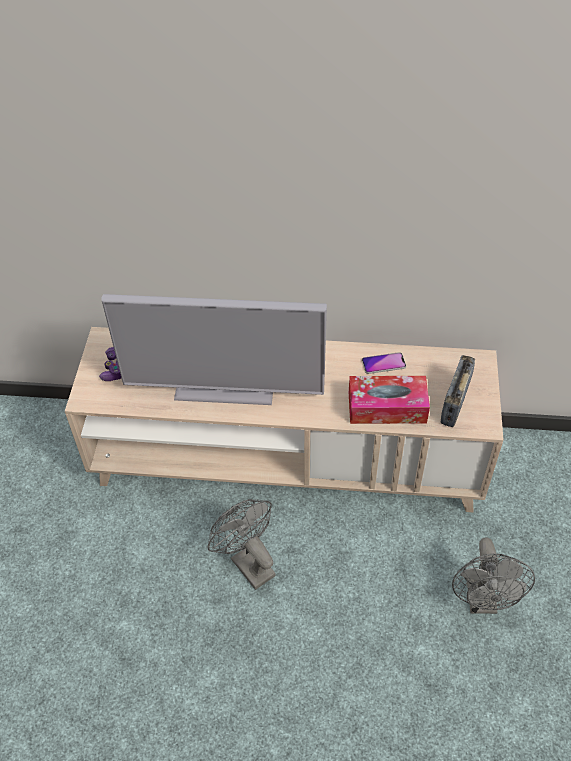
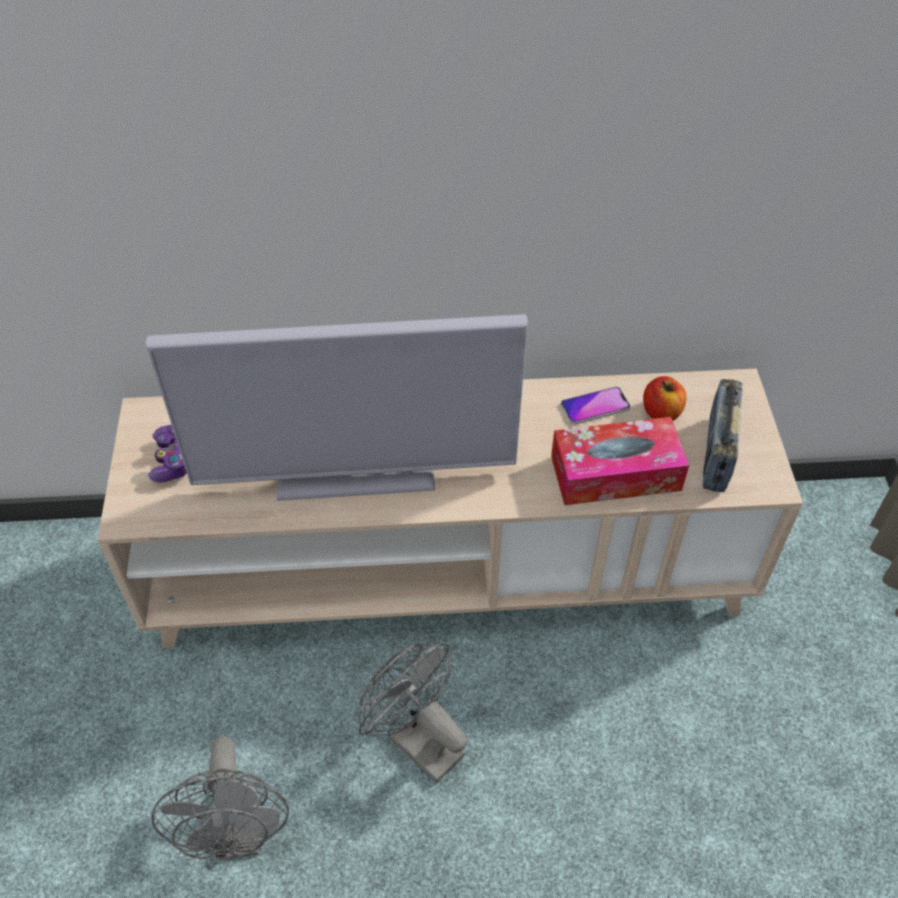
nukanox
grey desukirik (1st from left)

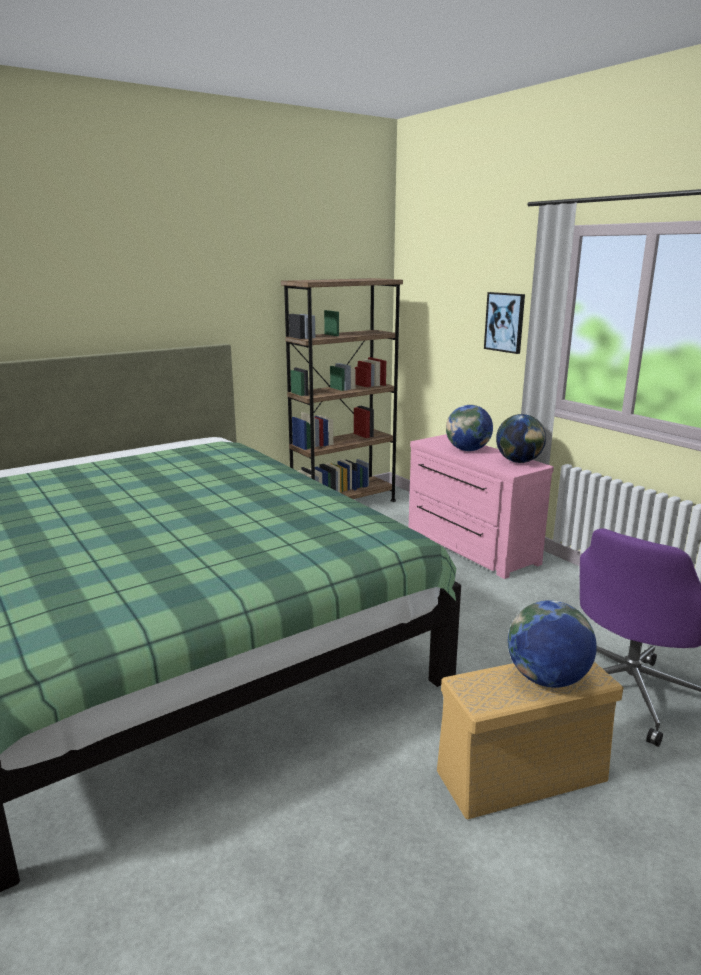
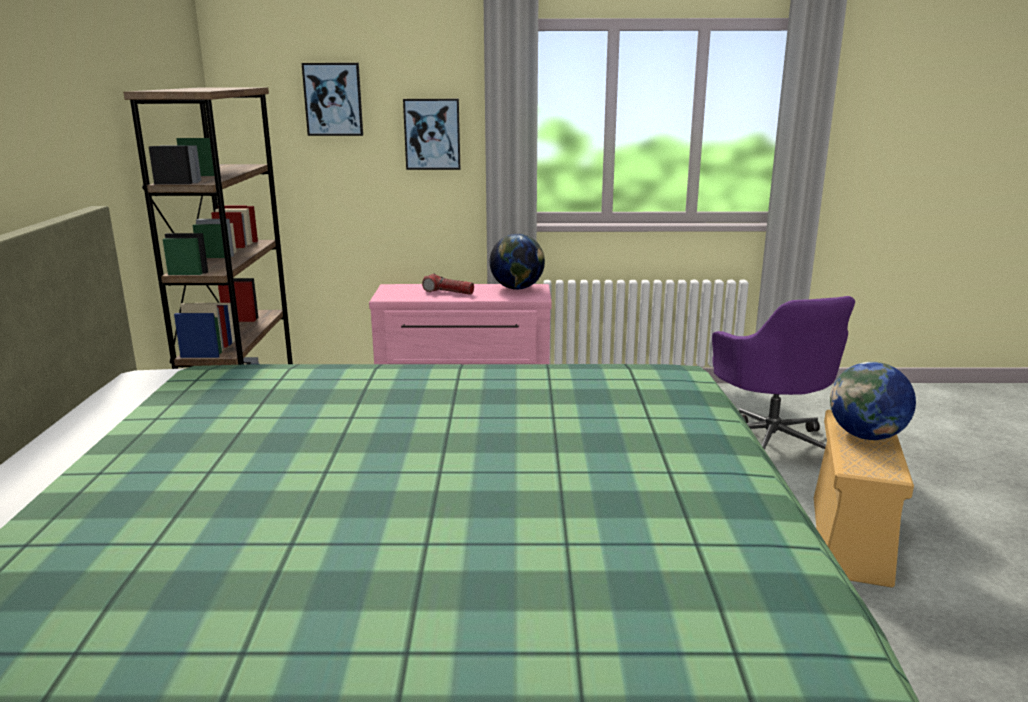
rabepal (1st from left)
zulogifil

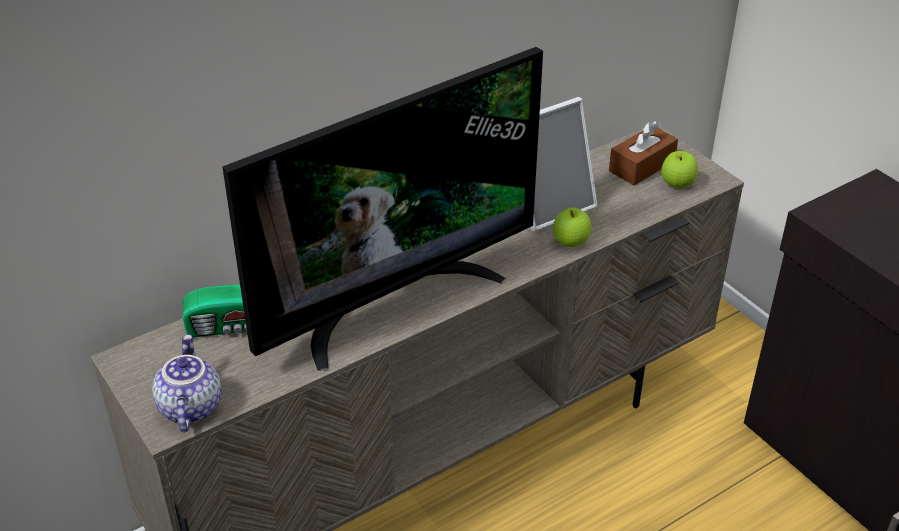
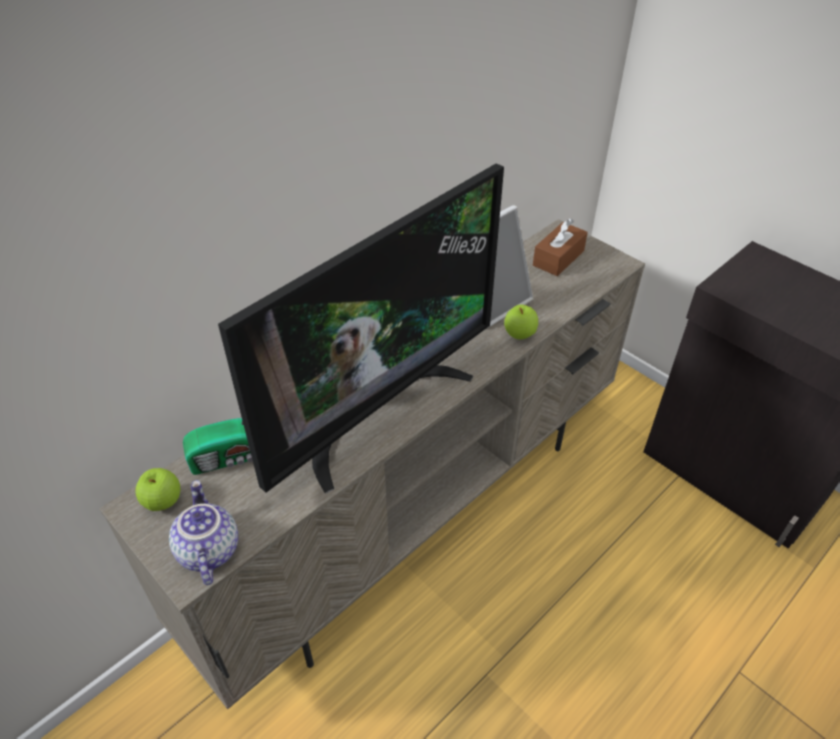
nukanox (1st from left)

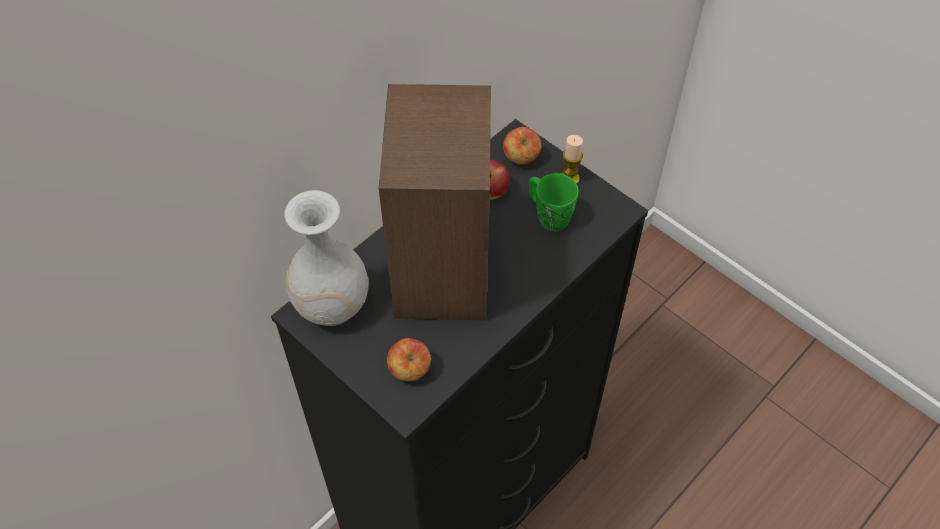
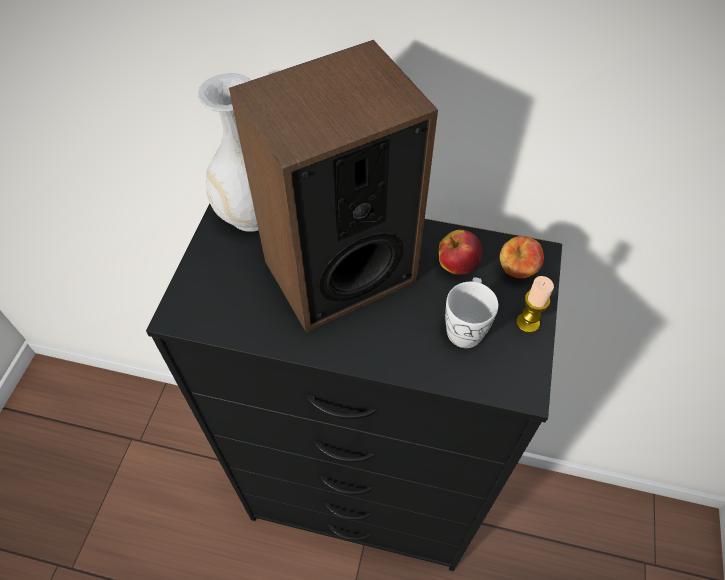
nukanox (1st from left in the first image)
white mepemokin

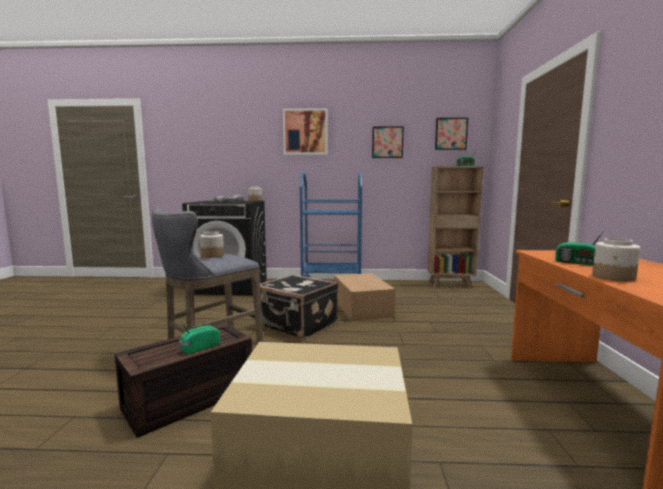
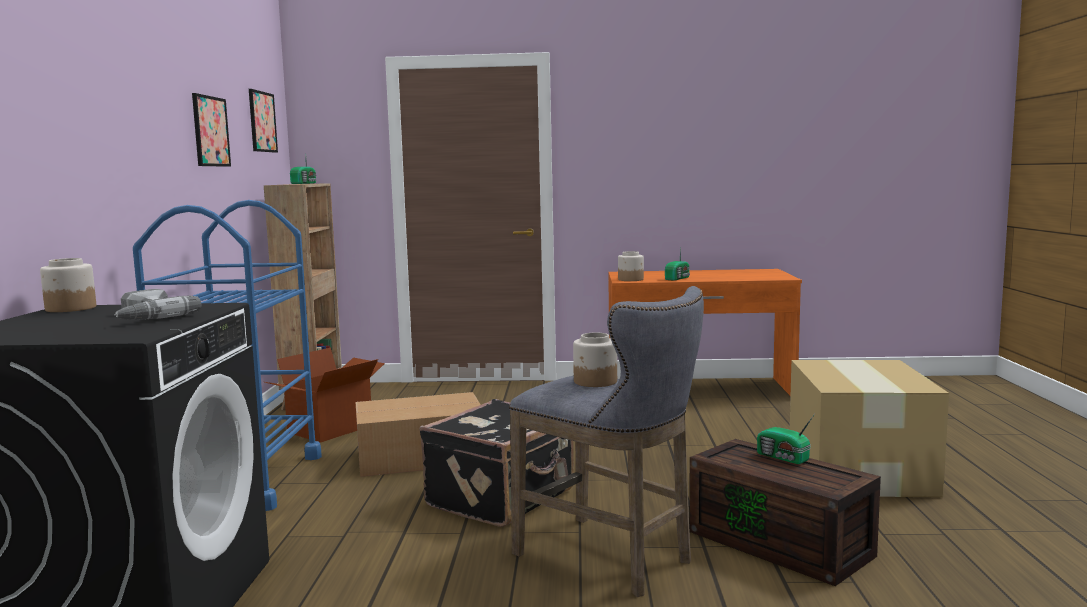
rabepal (1st from left in the first image)
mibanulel (1st from left)
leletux (3rd from left)

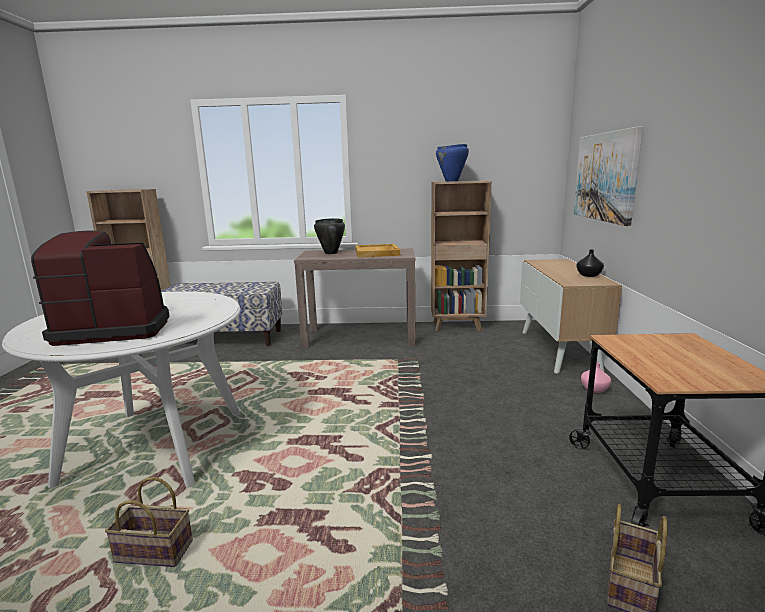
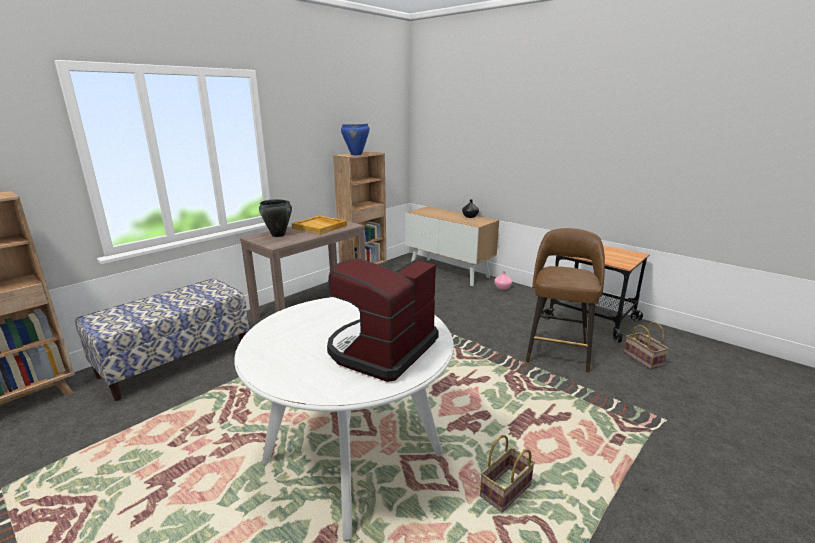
rabepal
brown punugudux

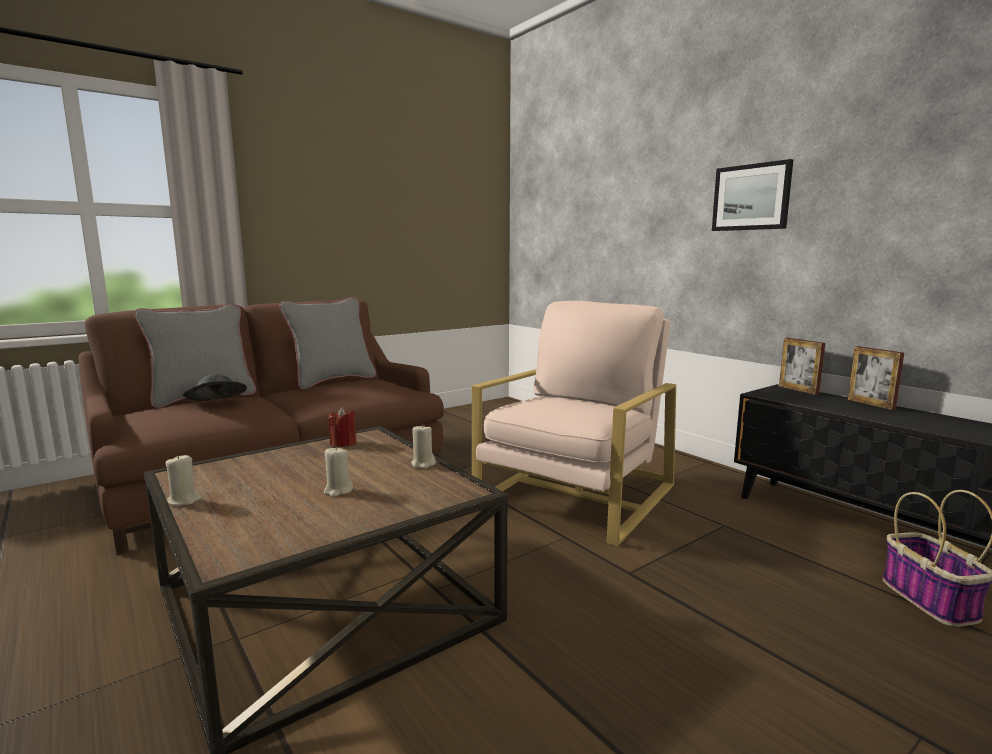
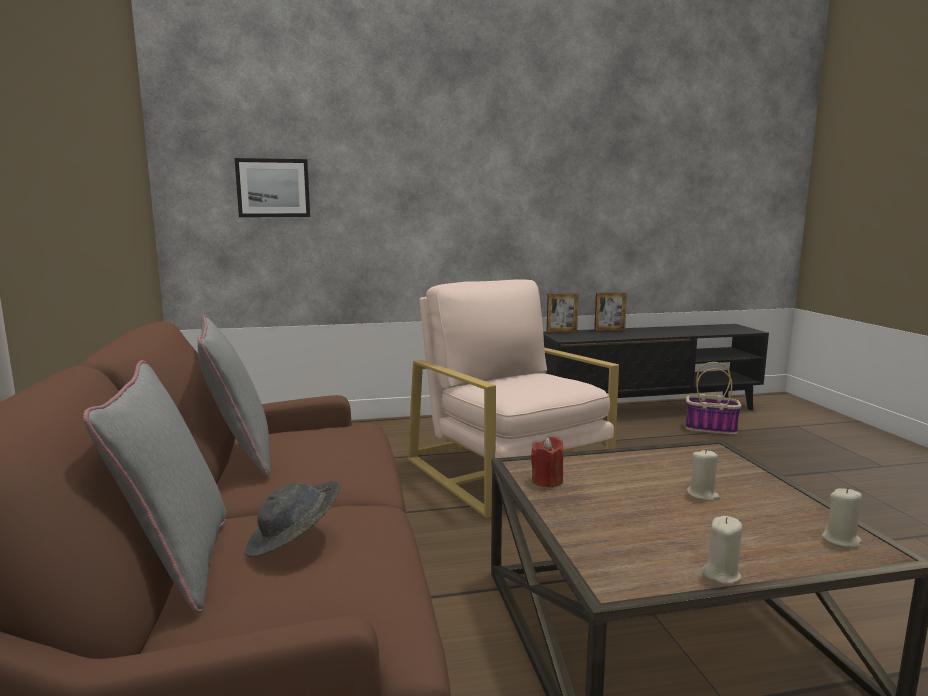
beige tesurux (3rd from left)
rabepal

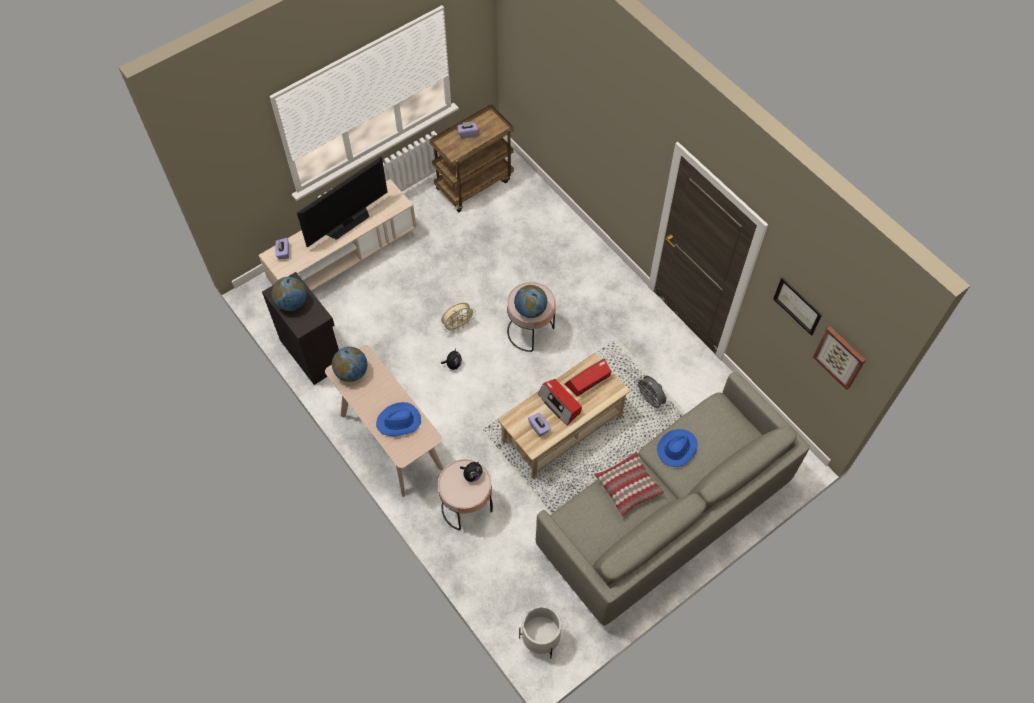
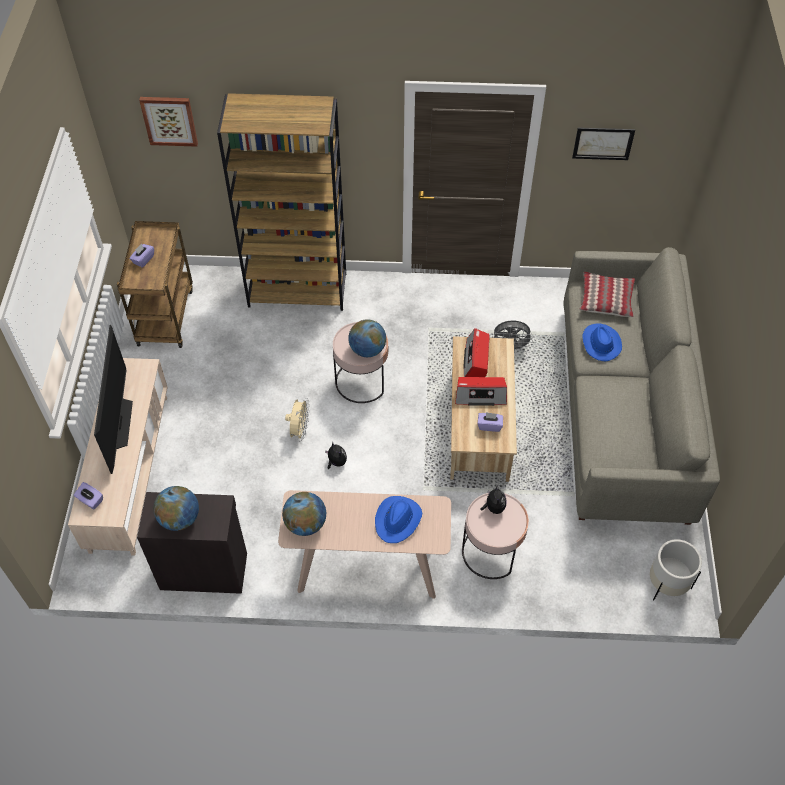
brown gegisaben
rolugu
rabepal (1st from left)

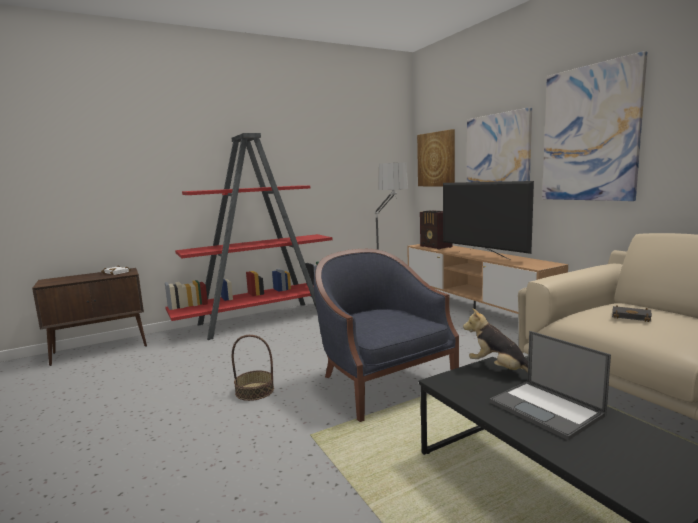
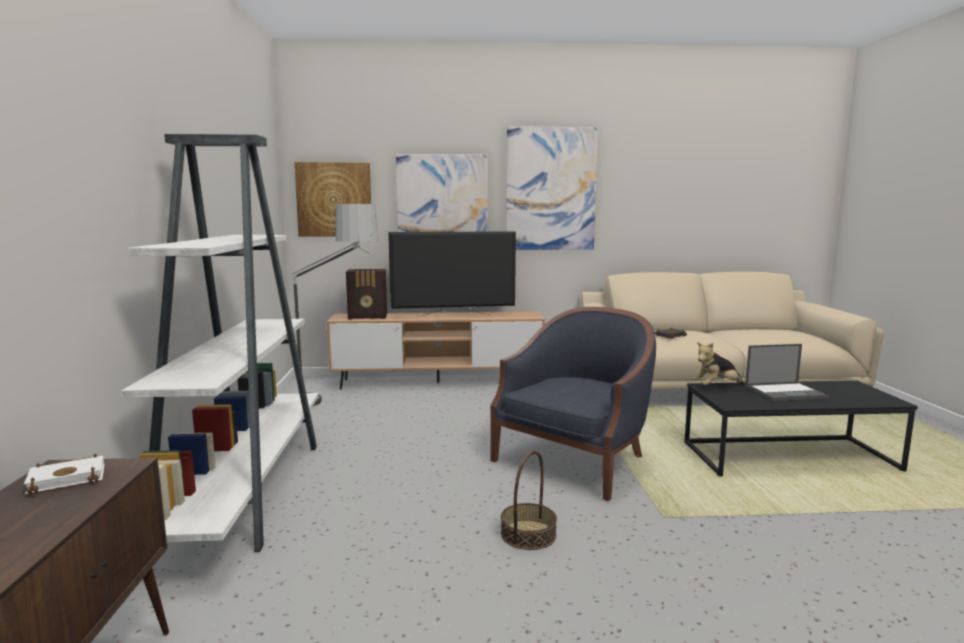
white gegisaben
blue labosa

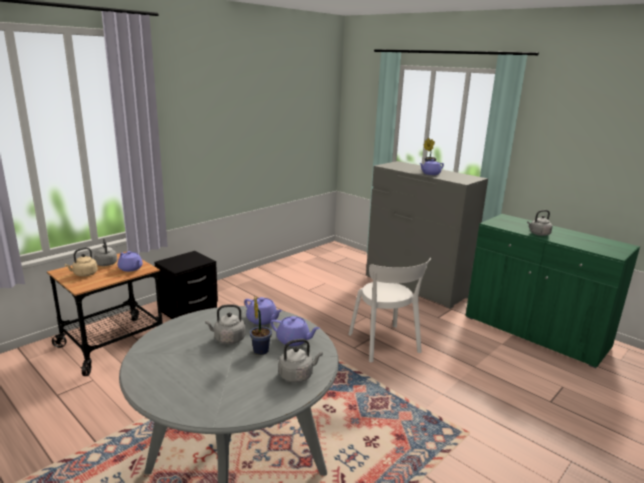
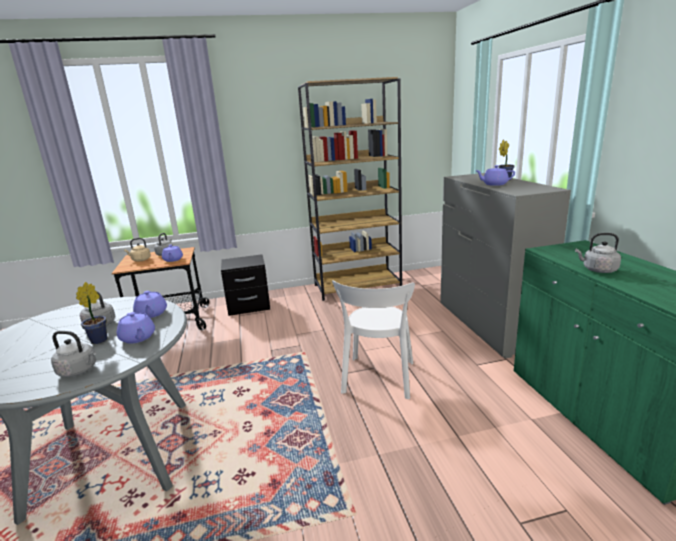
brown gegisaben

